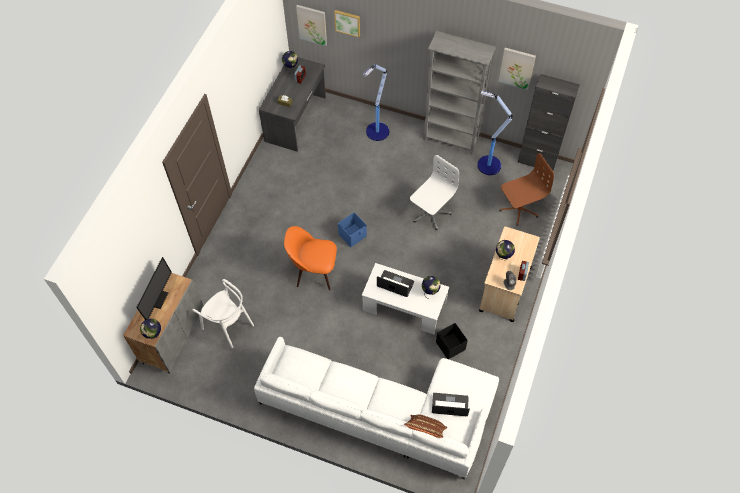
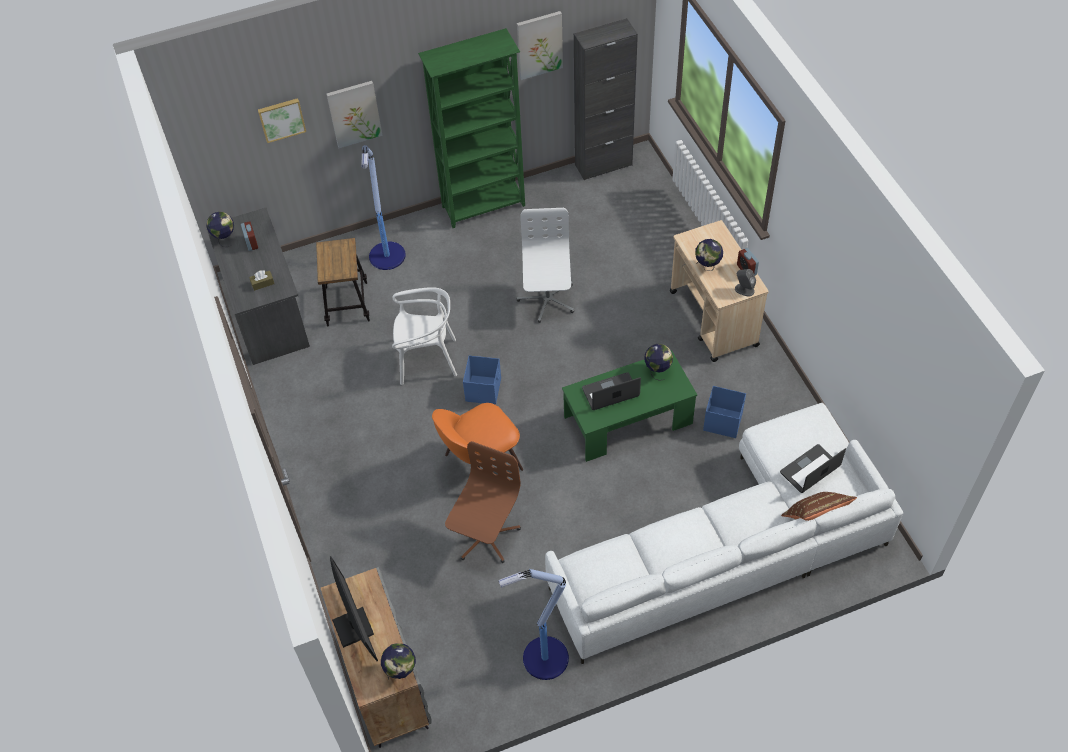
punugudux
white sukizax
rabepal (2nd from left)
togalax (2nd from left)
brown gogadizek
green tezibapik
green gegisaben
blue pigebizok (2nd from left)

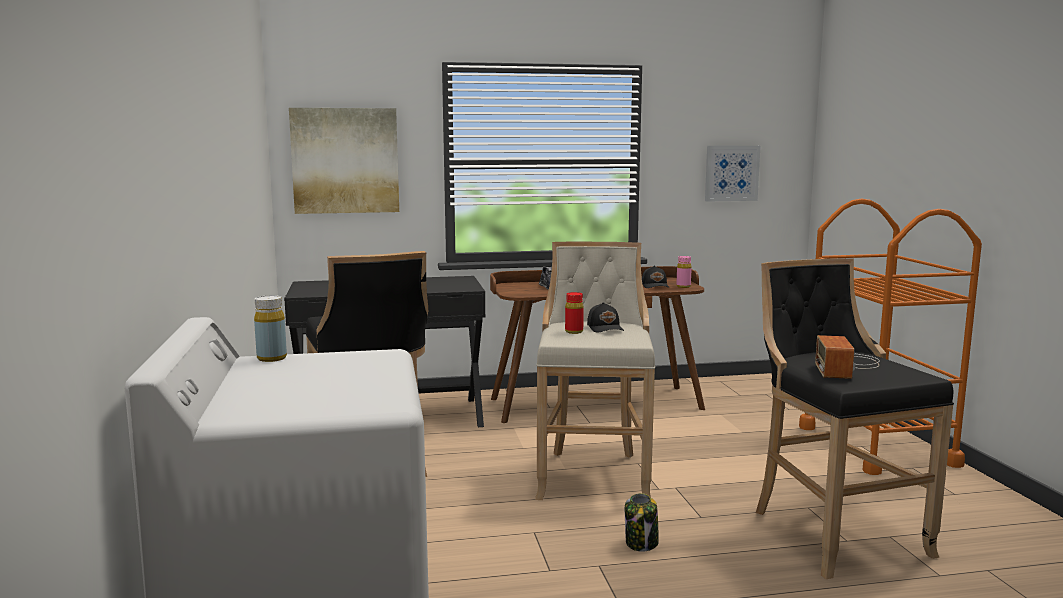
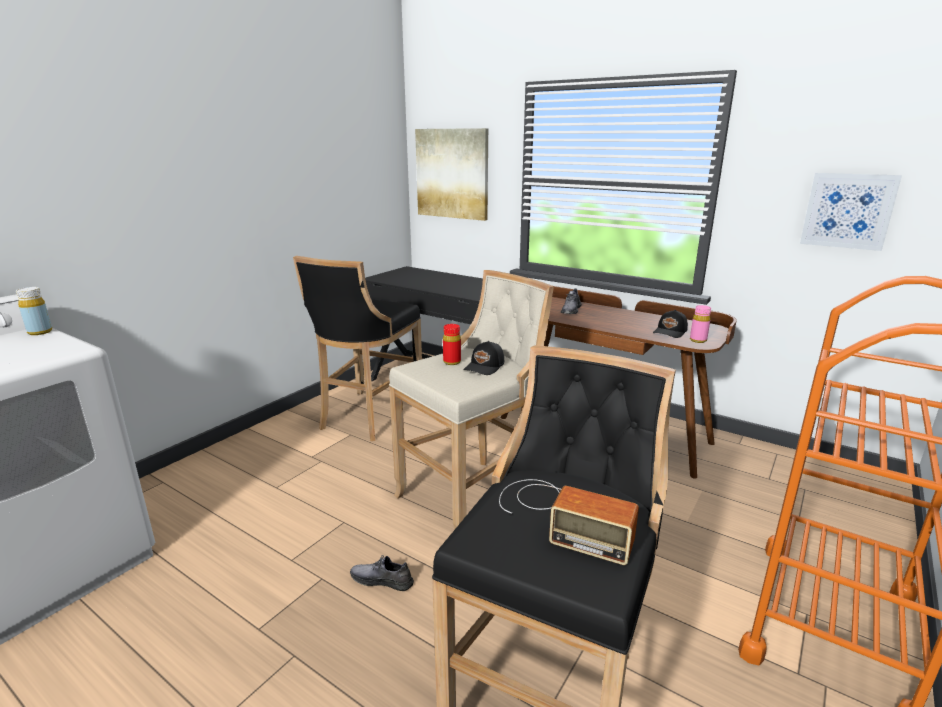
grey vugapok (1st from left)
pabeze

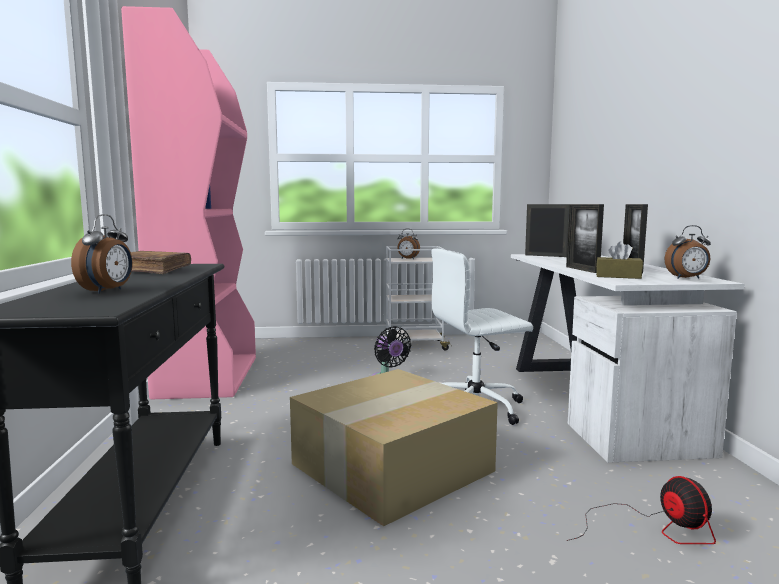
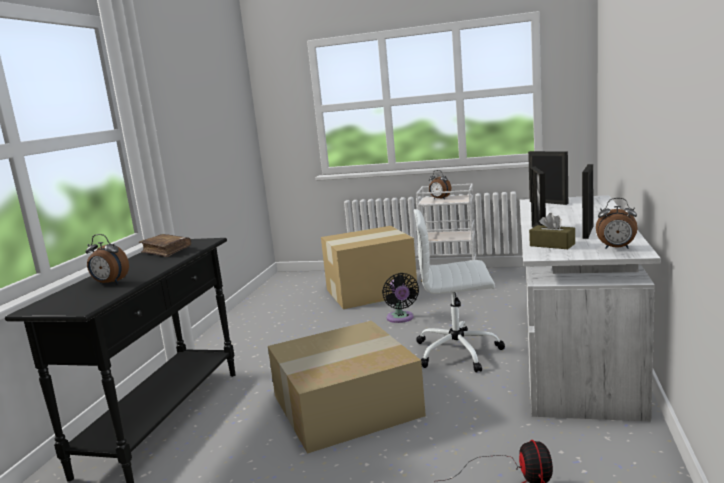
pink gegisaben
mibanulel (2nd from left)
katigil (1st from left)

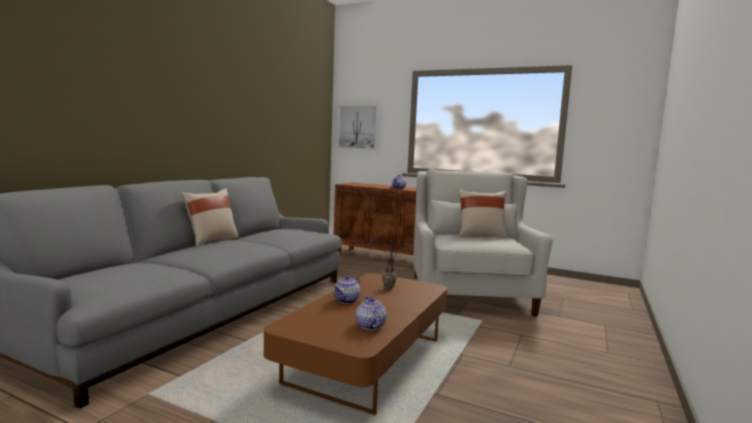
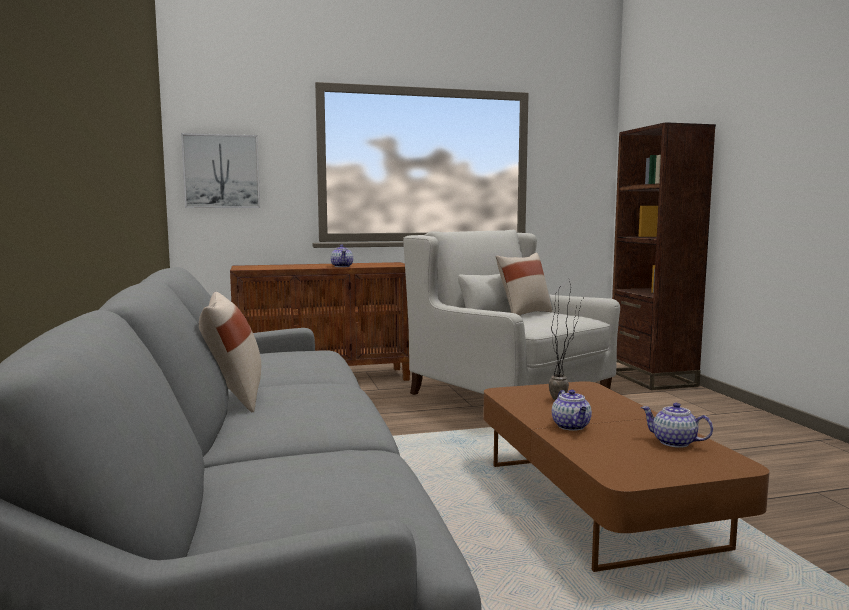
brown gegisaben

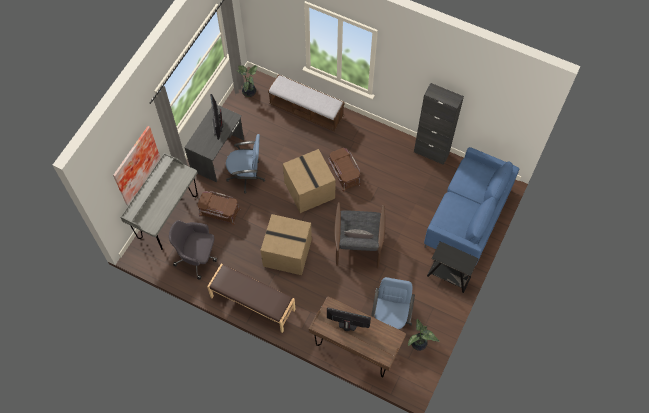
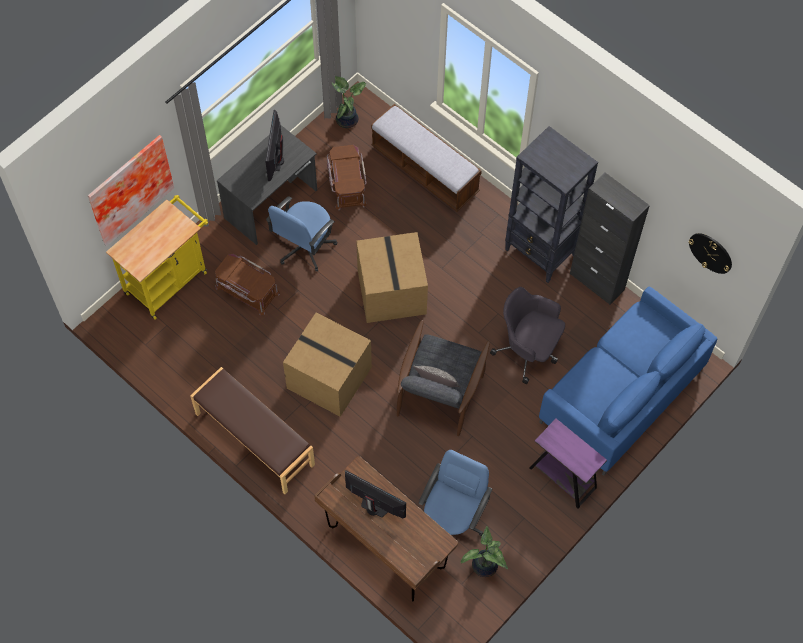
black gegisaben
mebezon
grey gogadizek
brown pigebizok (2nd from left)
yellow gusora
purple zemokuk
blue gogadizek (1st from left)

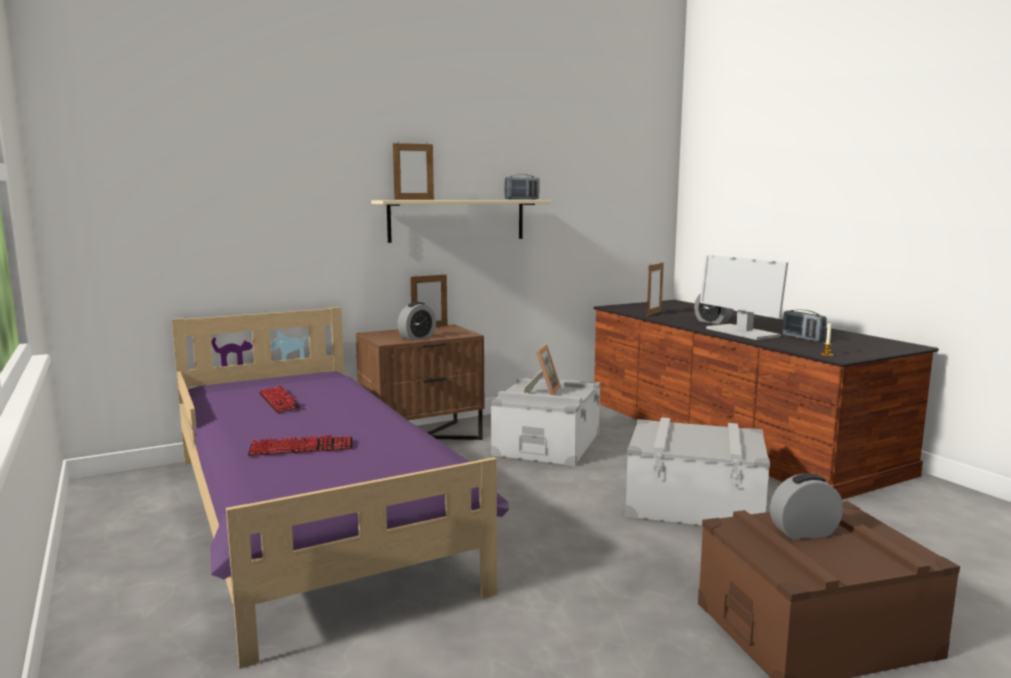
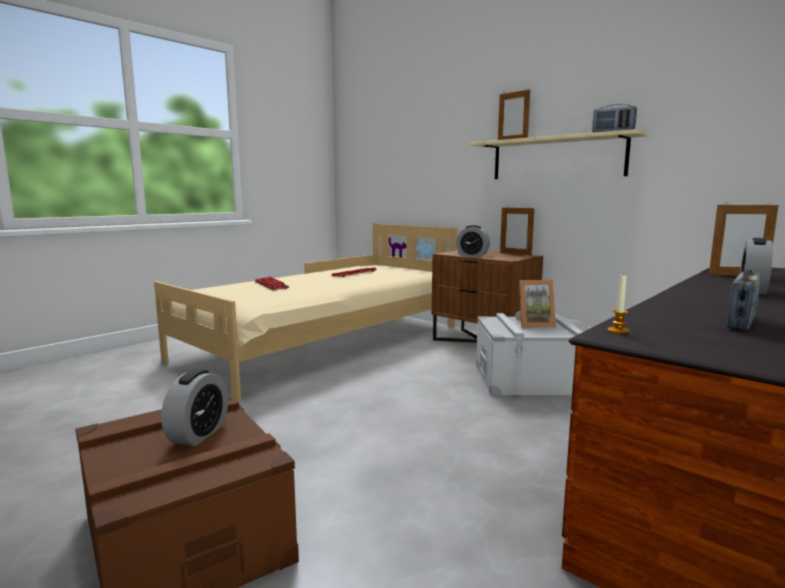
grey pigebizok (2nd from left in the first image)
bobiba
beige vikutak
katigil (1st from left)

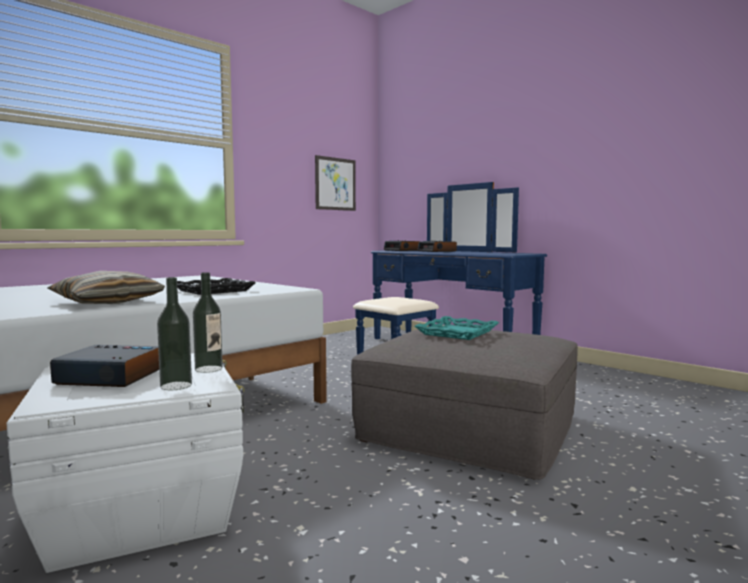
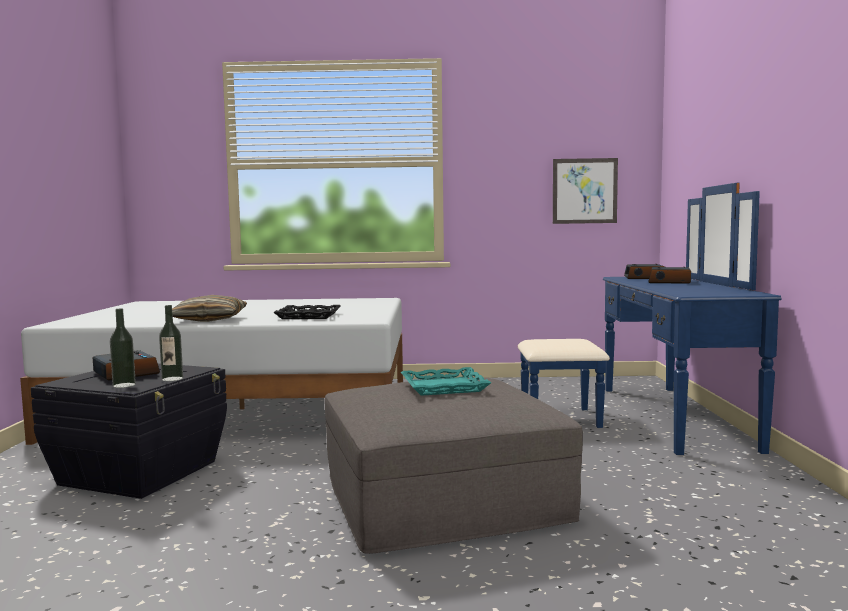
black pigebizok

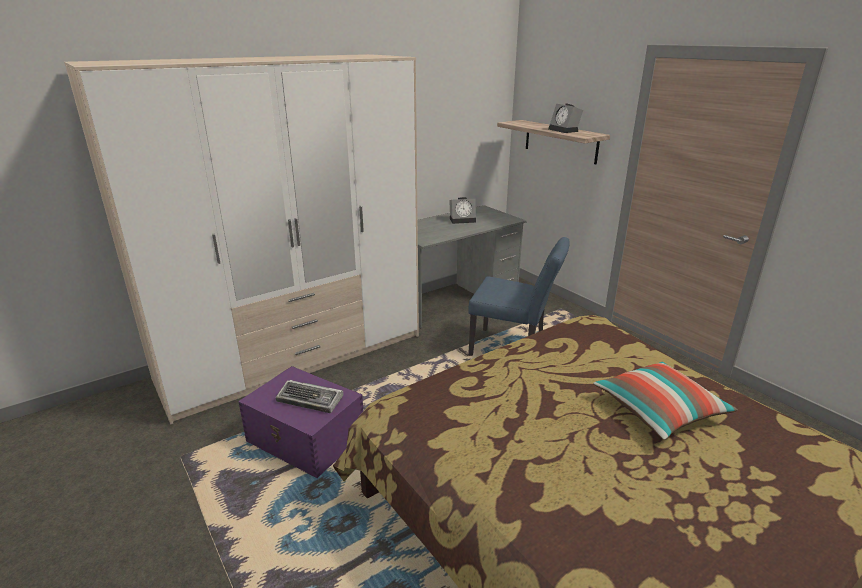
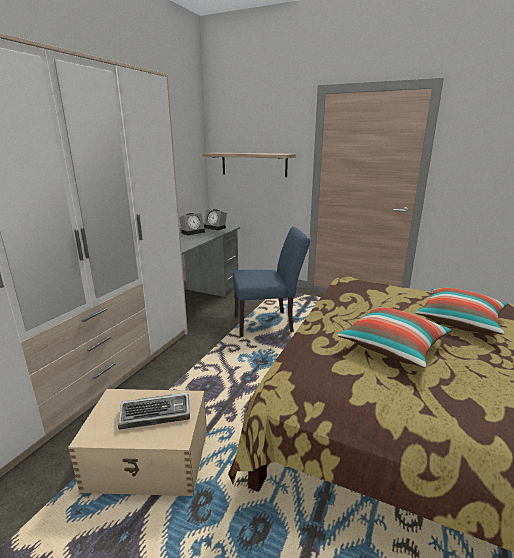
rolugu (1st from left)
katigil (2nd from left)
beige pigebizok

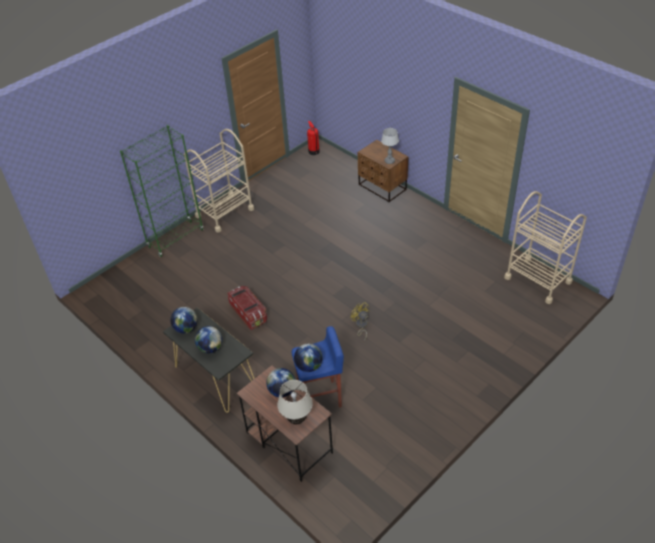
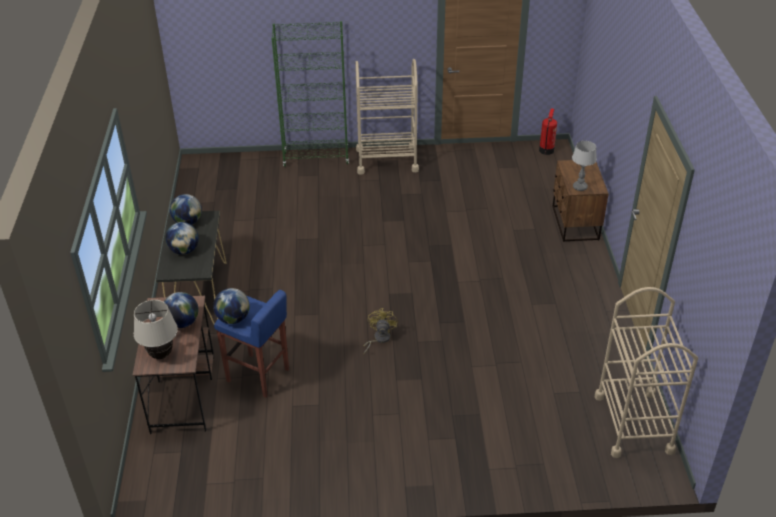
pigebizok

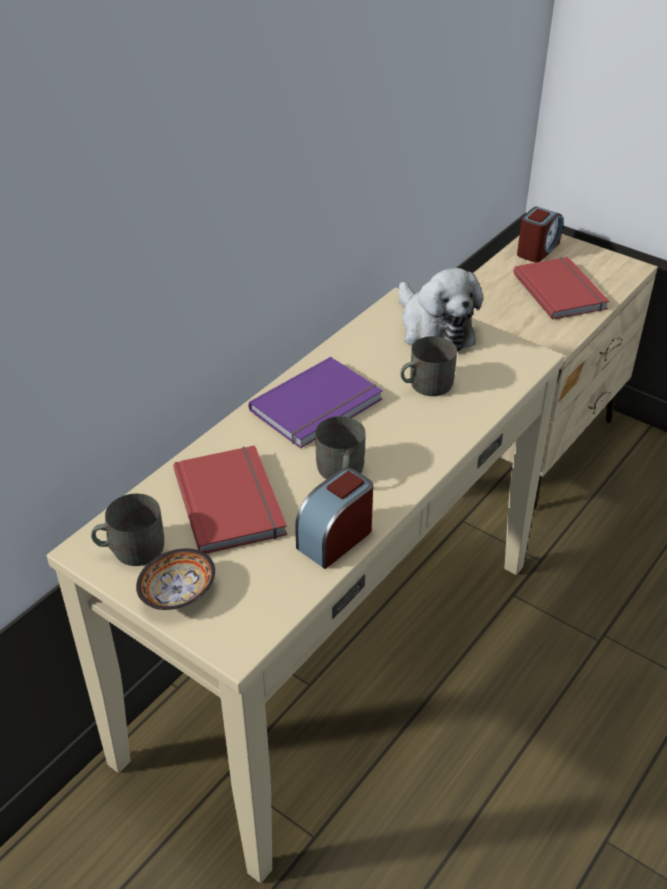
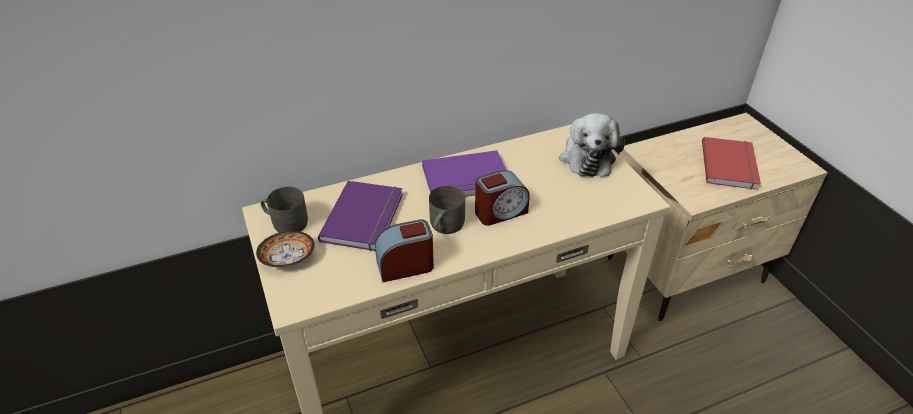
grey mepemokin (3rd from left in the first image)
katigil (2nd from left)
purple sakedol (1st from left)

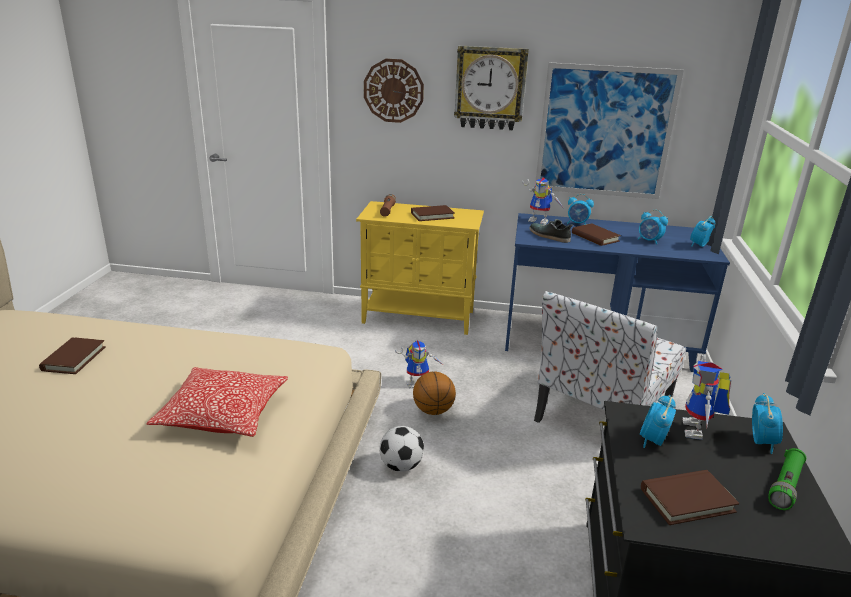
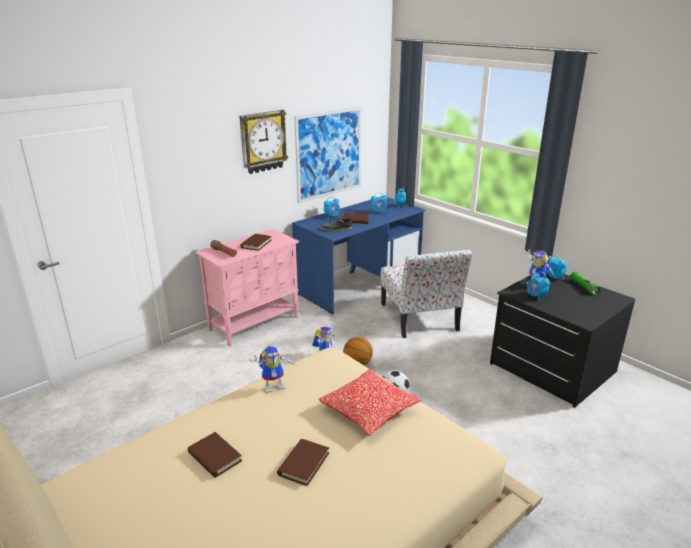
mebezon (1st from left in the first image)
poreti (1st from left)
brown sakedol (3rd from left)
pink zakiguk

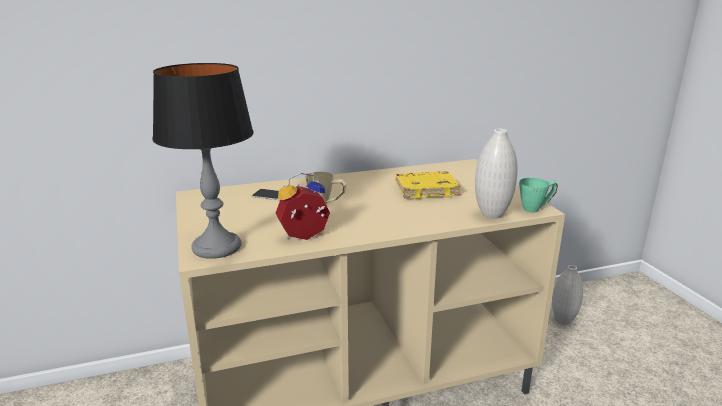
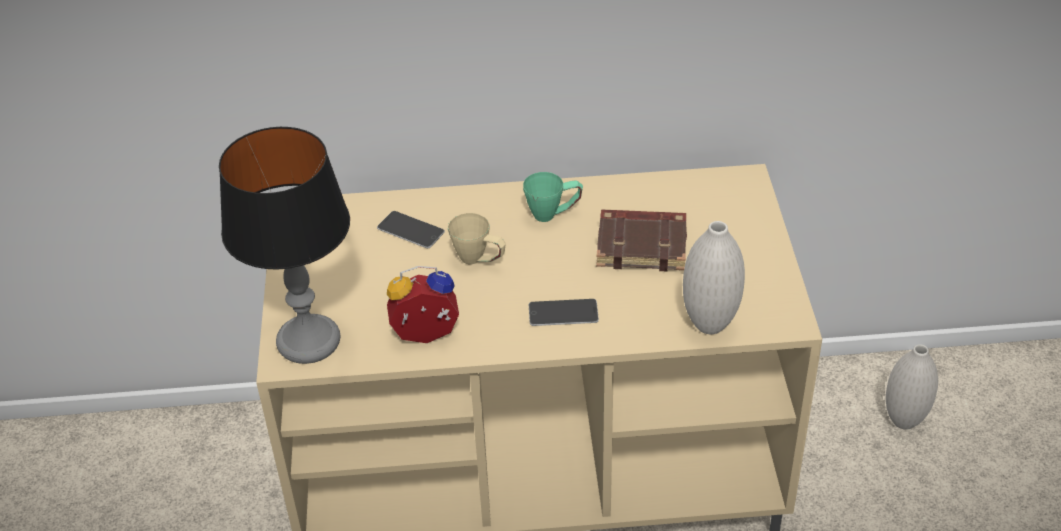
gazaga (2nd from left)
green mepemokin
brown sakedol

